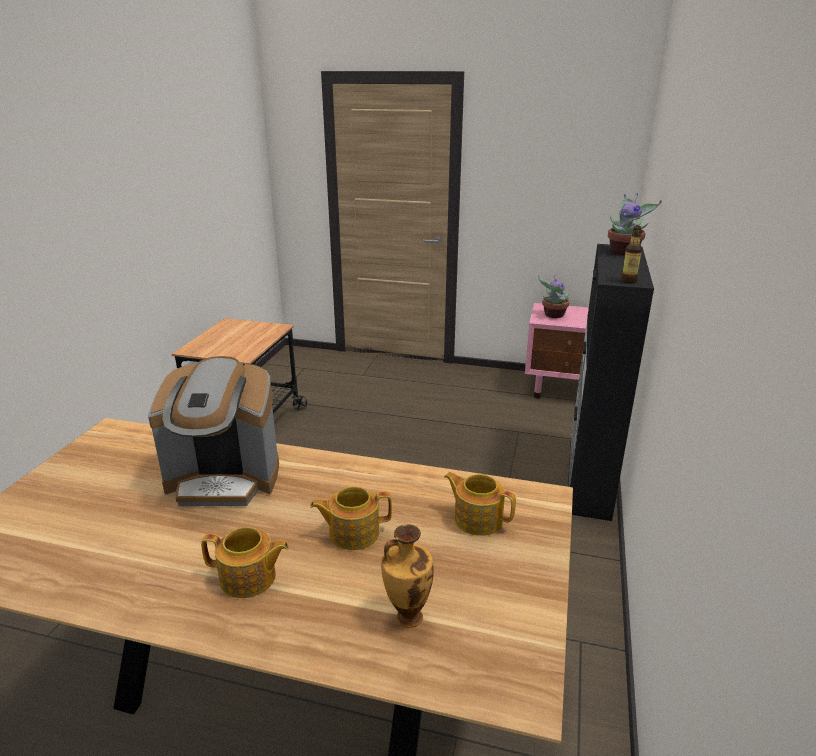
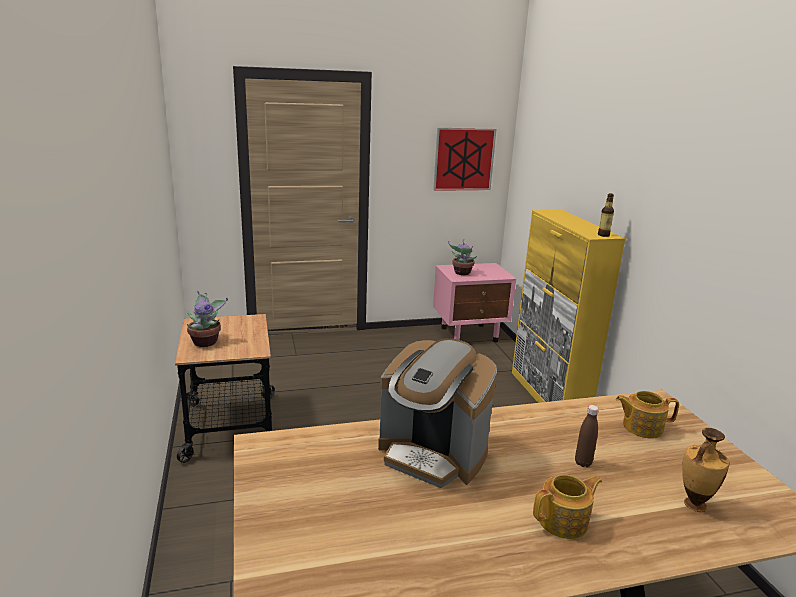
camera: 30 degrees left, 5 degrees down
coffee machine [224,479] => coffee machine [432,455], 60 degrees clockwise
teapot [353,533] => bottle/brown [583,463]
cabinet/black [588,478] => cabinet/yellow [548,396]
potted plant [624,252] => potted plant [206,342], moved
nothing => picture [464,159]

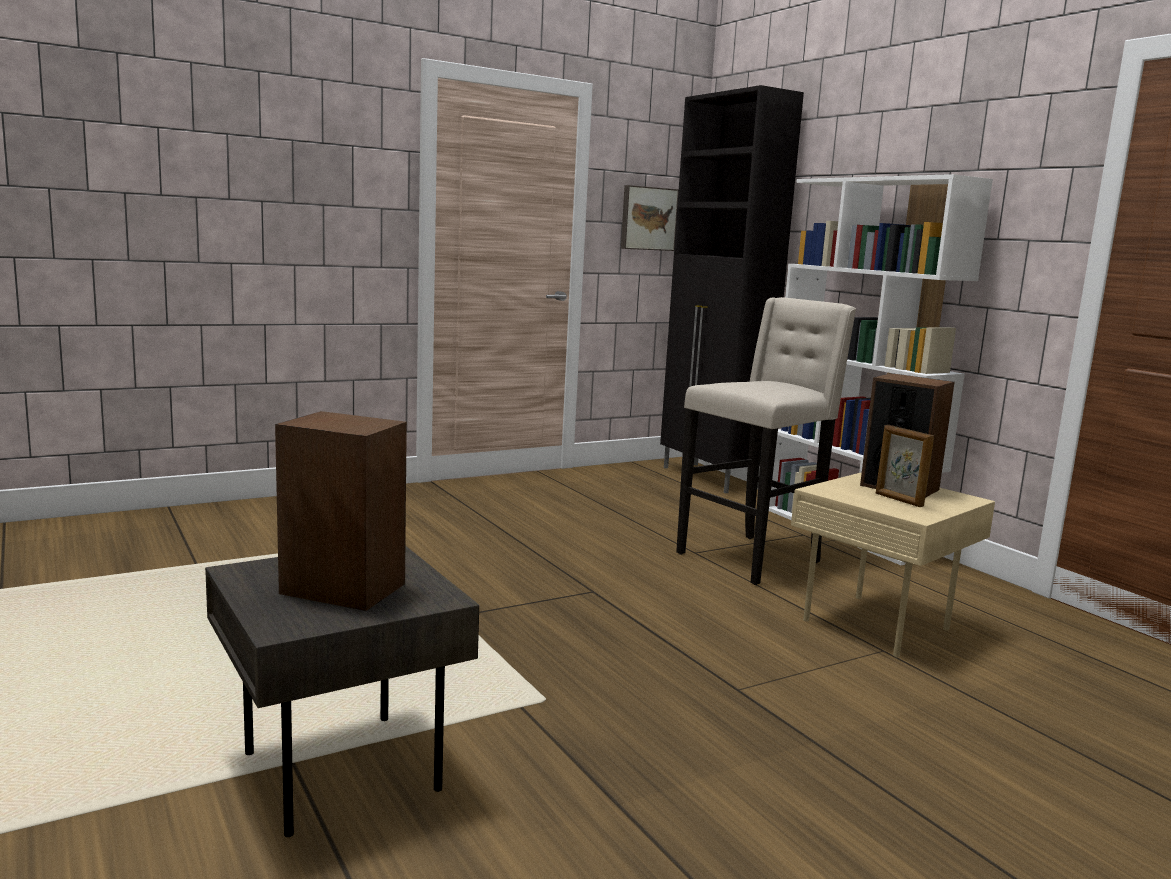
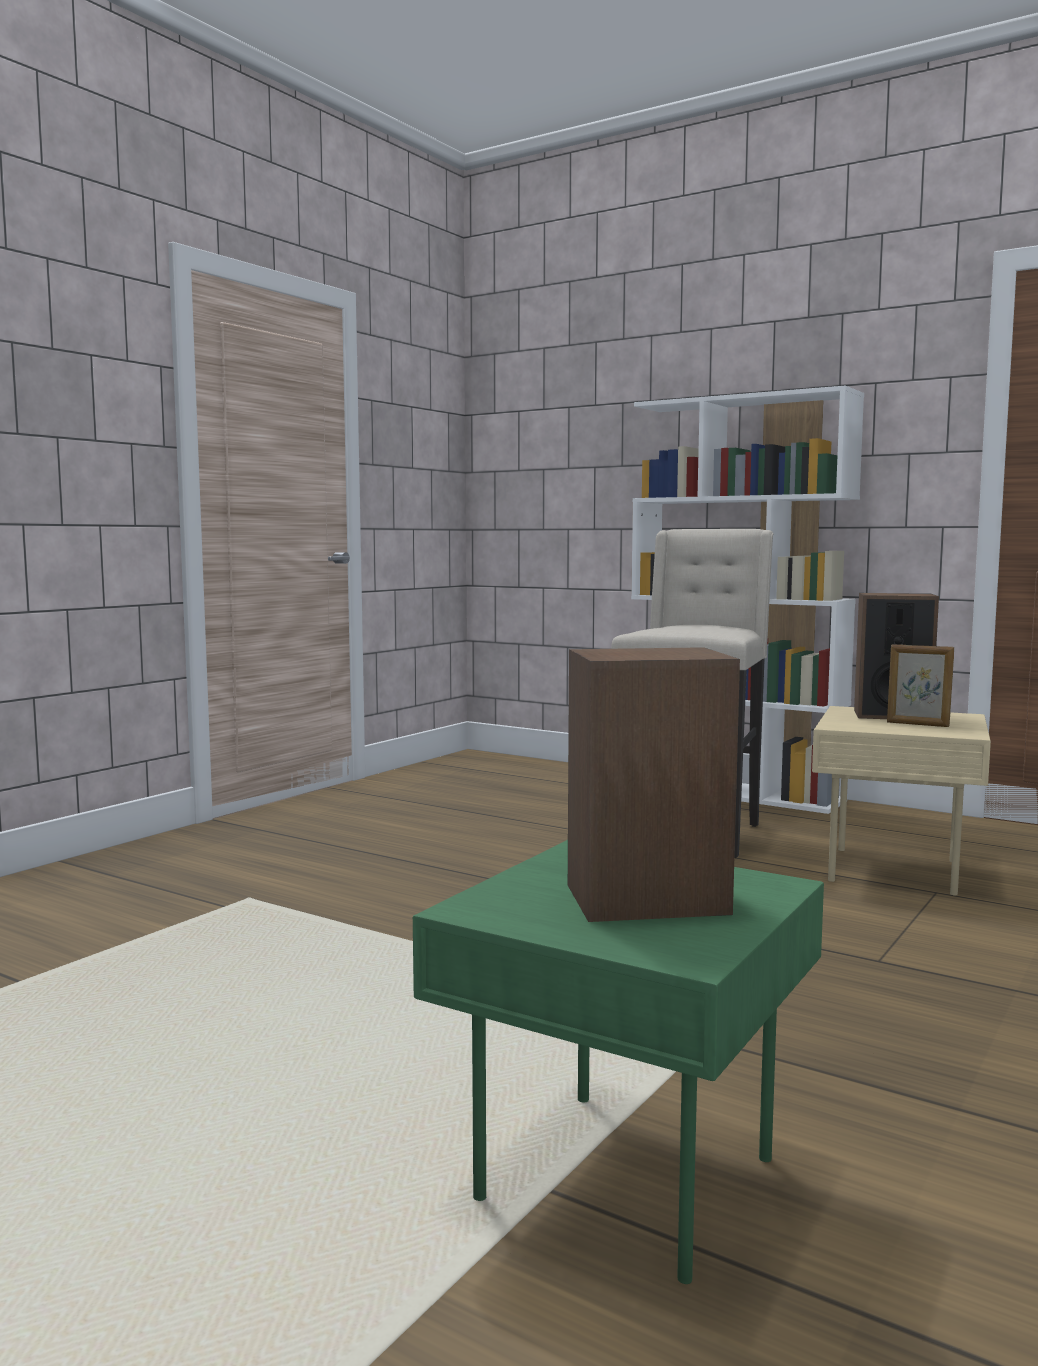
camera: 25 degrees left, 5 degrees down
side table/grey [335,770] => side table/green [616,1180]
picture [648,218] => nothing
cabinet/black [710,478] => nothing

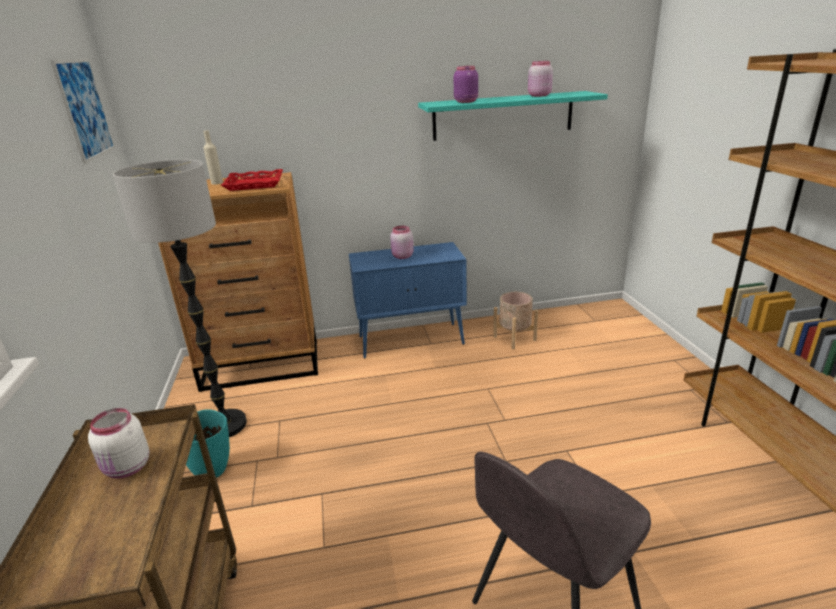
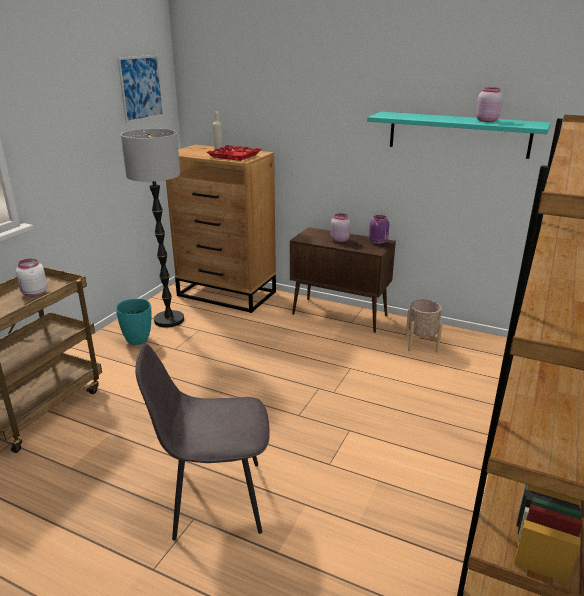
camera: 35 degrees right, 0 degrees up
cabinet/blue [412,340] => cabinet/brown [340,315]
jar/purple [466,101] => jar/purple [378,241], moved

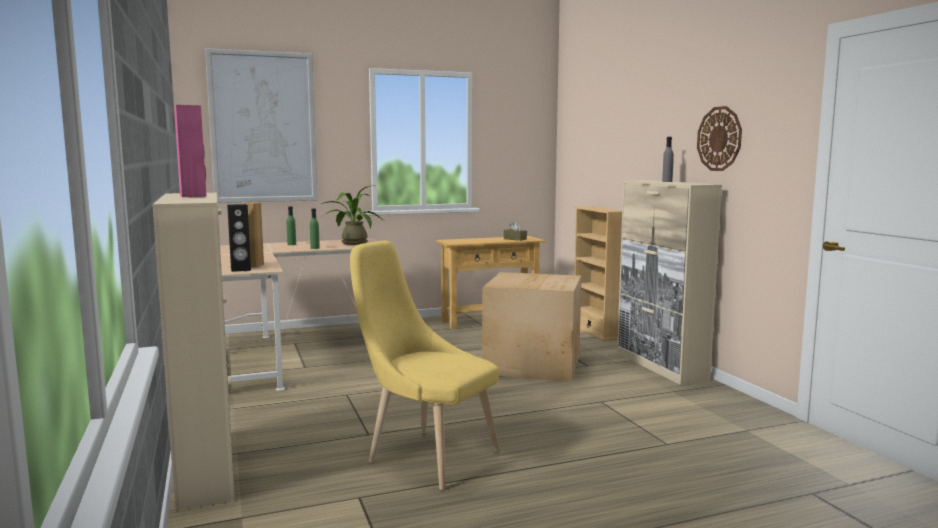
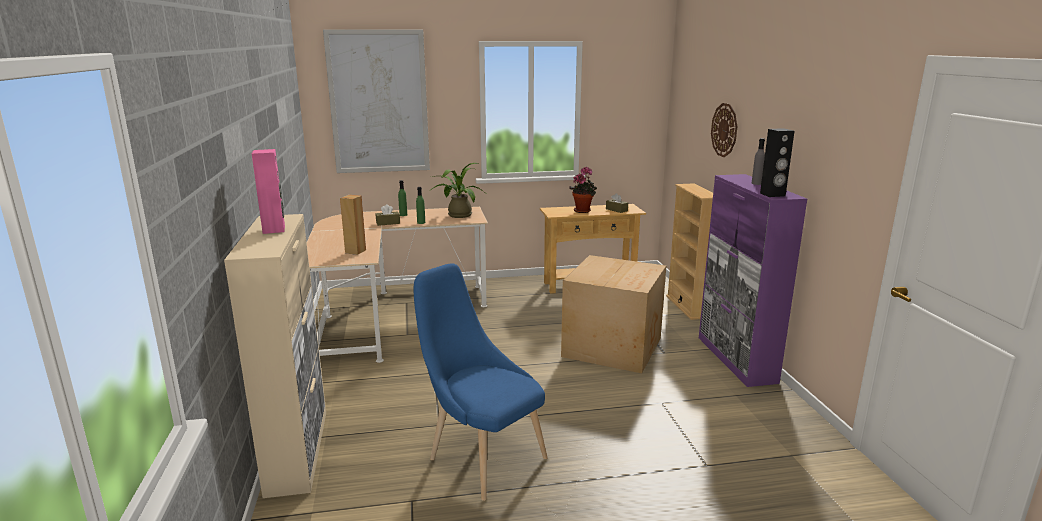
camera: 10 degrees right, 10 degrees up
speaker/black [240,269] => speaker/black [772,194], moved
chair/yellow [426,455] => chair/blue [481,456]
cabinet/beige [660,366] => cabinet/purple [736,359]
wall clock [719,139] => wall clock [724,130], moved
nothing => tissue box/brown [388,223]
nothing => potted plant [583,210]

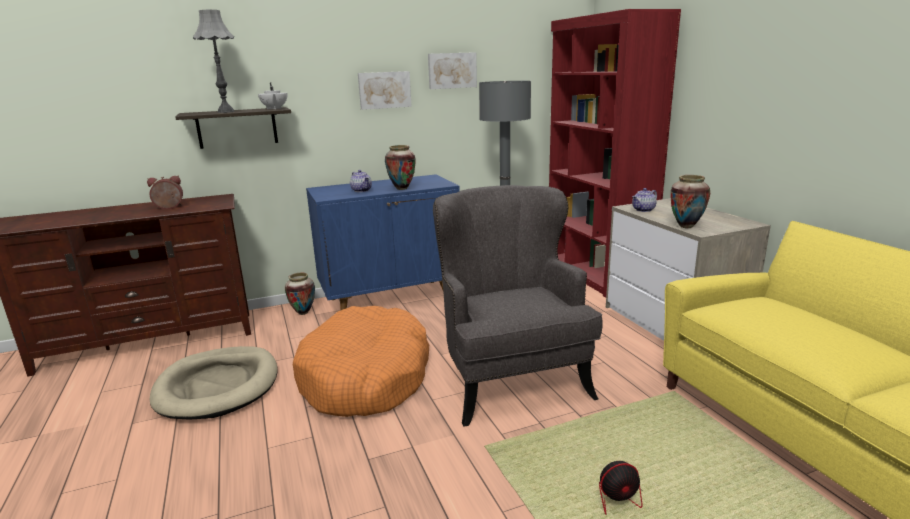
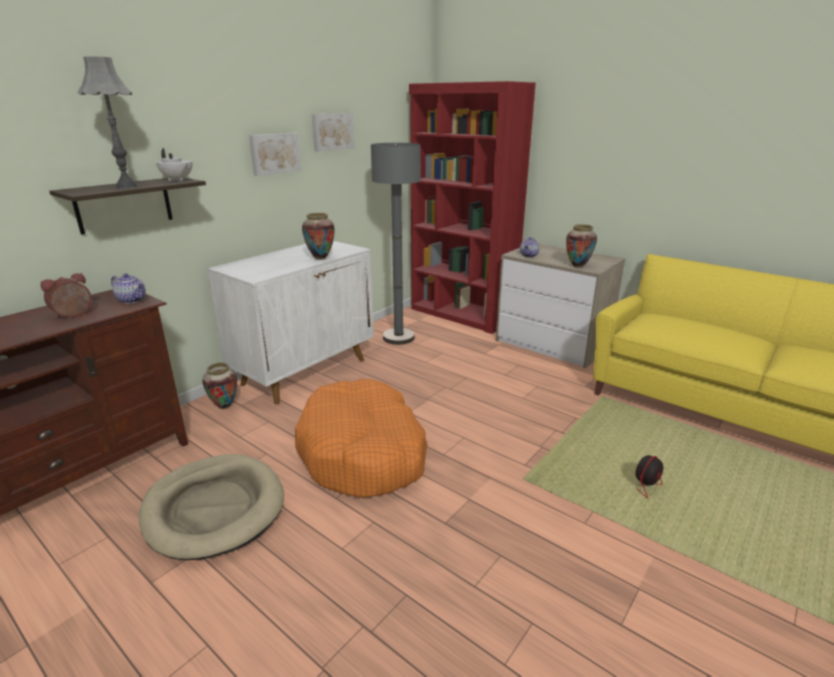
camera: 30 degrees left, 5 degrees up
cabinet/blue [391,299] => cabinet/white [306,371]
teapot [362,190] => teapot [132,300], moved
armchair/grey [510,380] => nothing

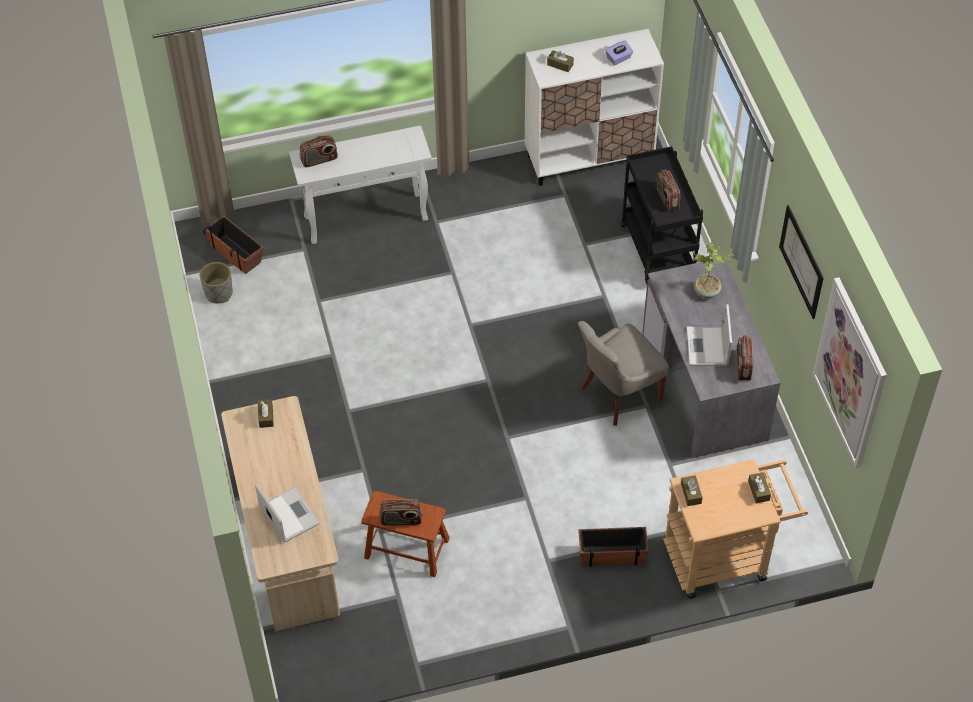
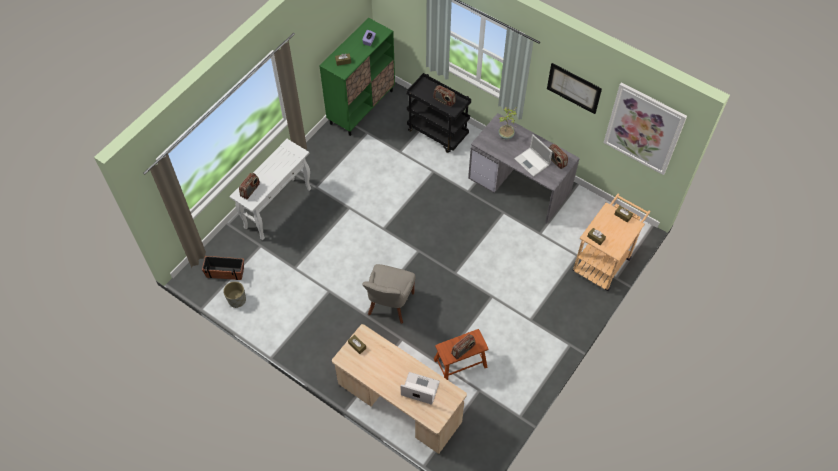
camera: 40 degrees left, 5 degrees up
cabinet/white [589,159] => cabinet/green [361,107]
chair/grey [618,394] => chair/grey [389,304], moved
planter [612,554] => nothing

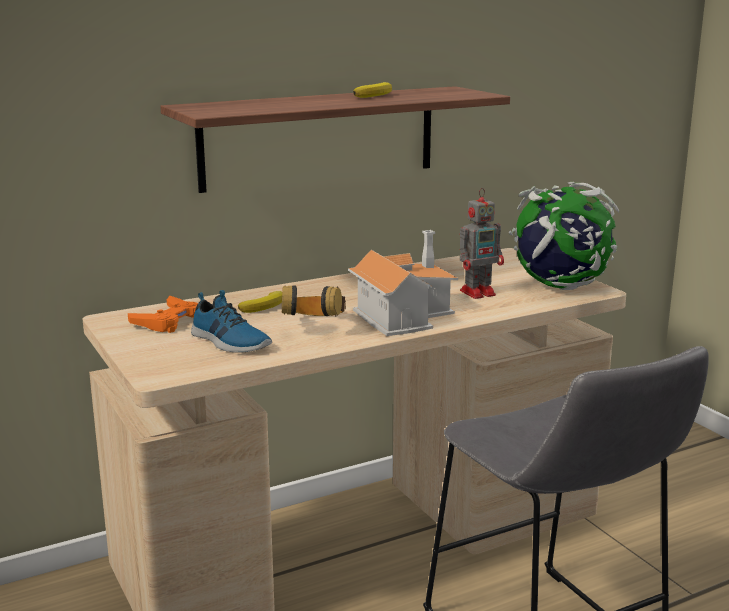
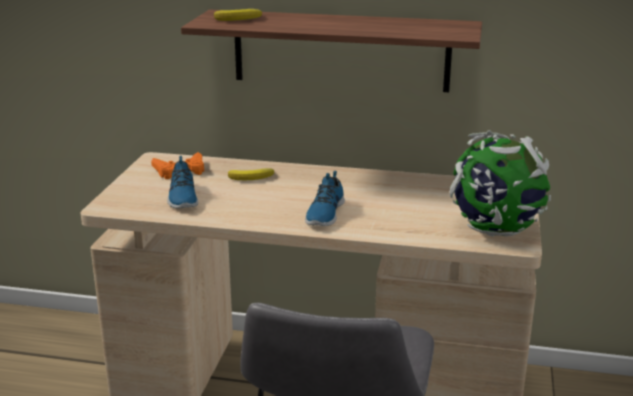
camera: 40 degrees right, 5 degrees up
headphones [314,326] => nothing
toy house [403,314] => shoe [324,213]
banana [375,95] => banana [240,19], moved
toy robot [479,292] => nothing

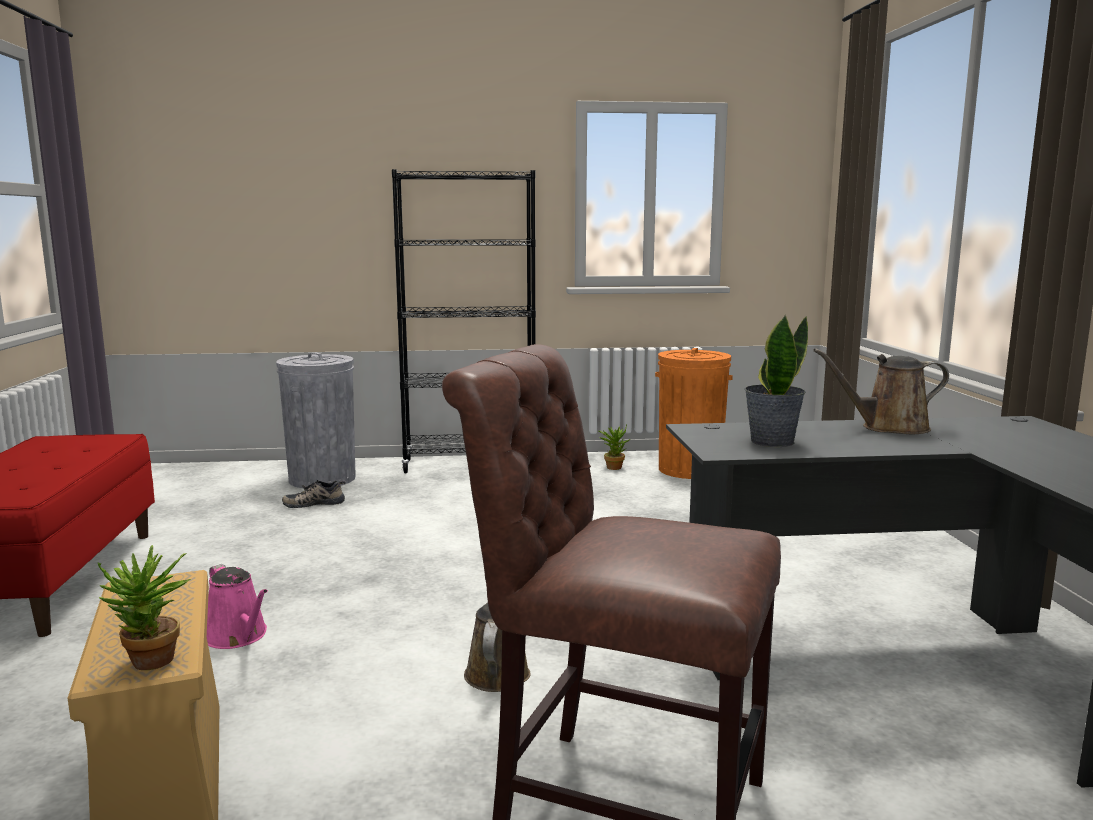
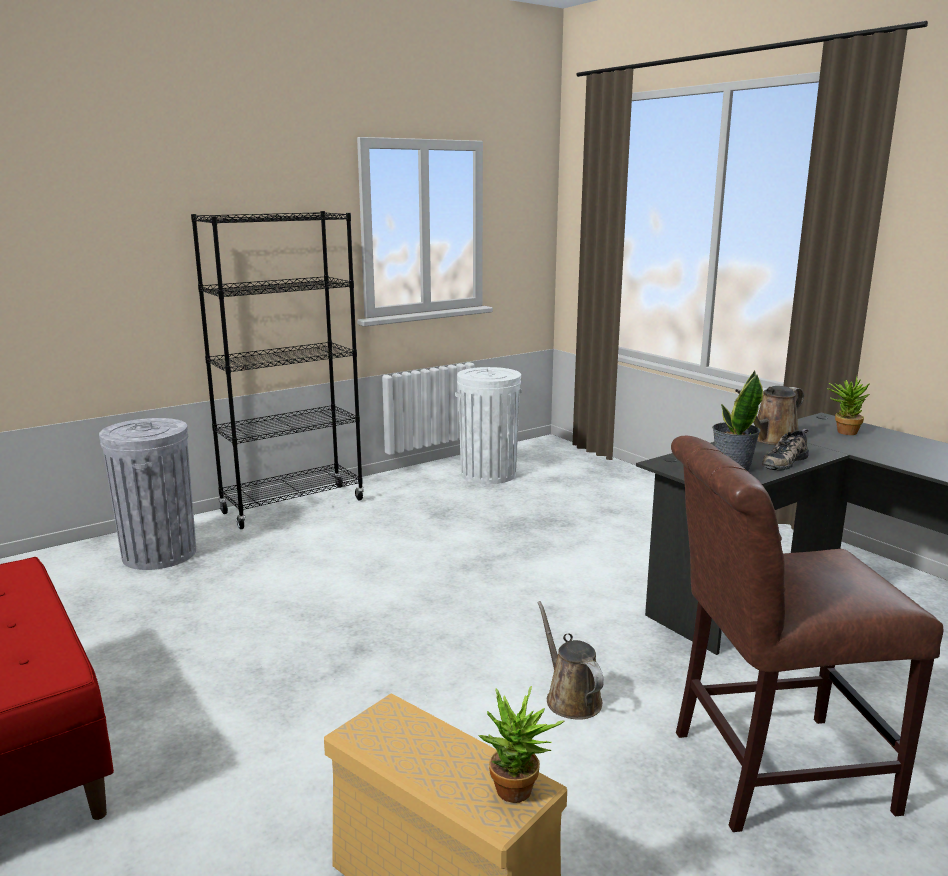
camera: 30 degrees left, 5 degrees up
watering can/pink [239,636] => nothing
shoe [314,503] => shoe [783,461], moved
potted plant [613,467] => potted plant [843,431], moved
trash can/orange [690,469] => trash can/white [488,474]

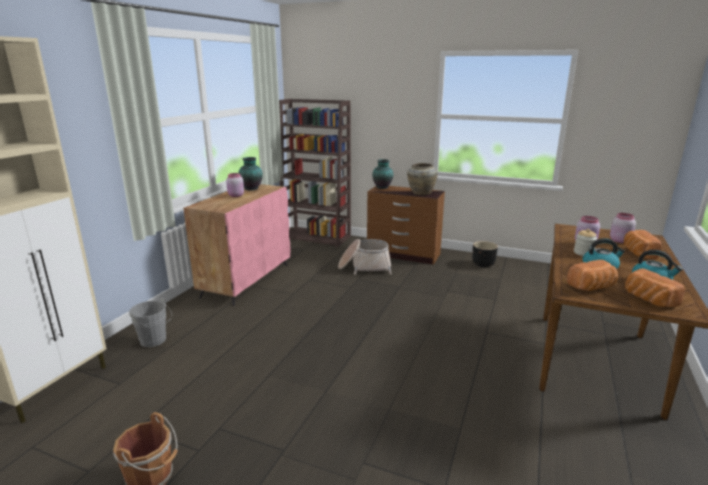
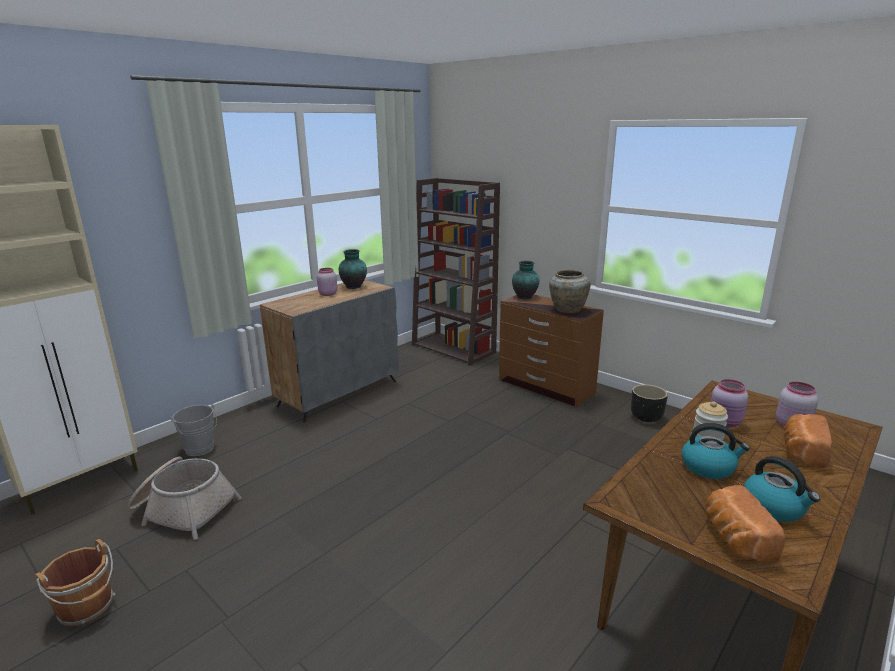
camera: 20 degrees right, 0 degrees up
cabinet/pink [246,280] => cabinet/grey [339,393]
basket [364,267] => basket [183,509], moved
bread [592,287] => nothing

